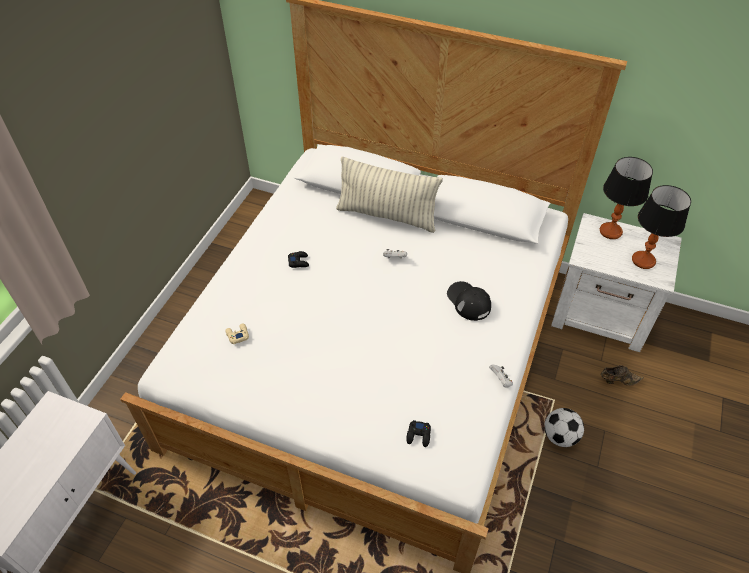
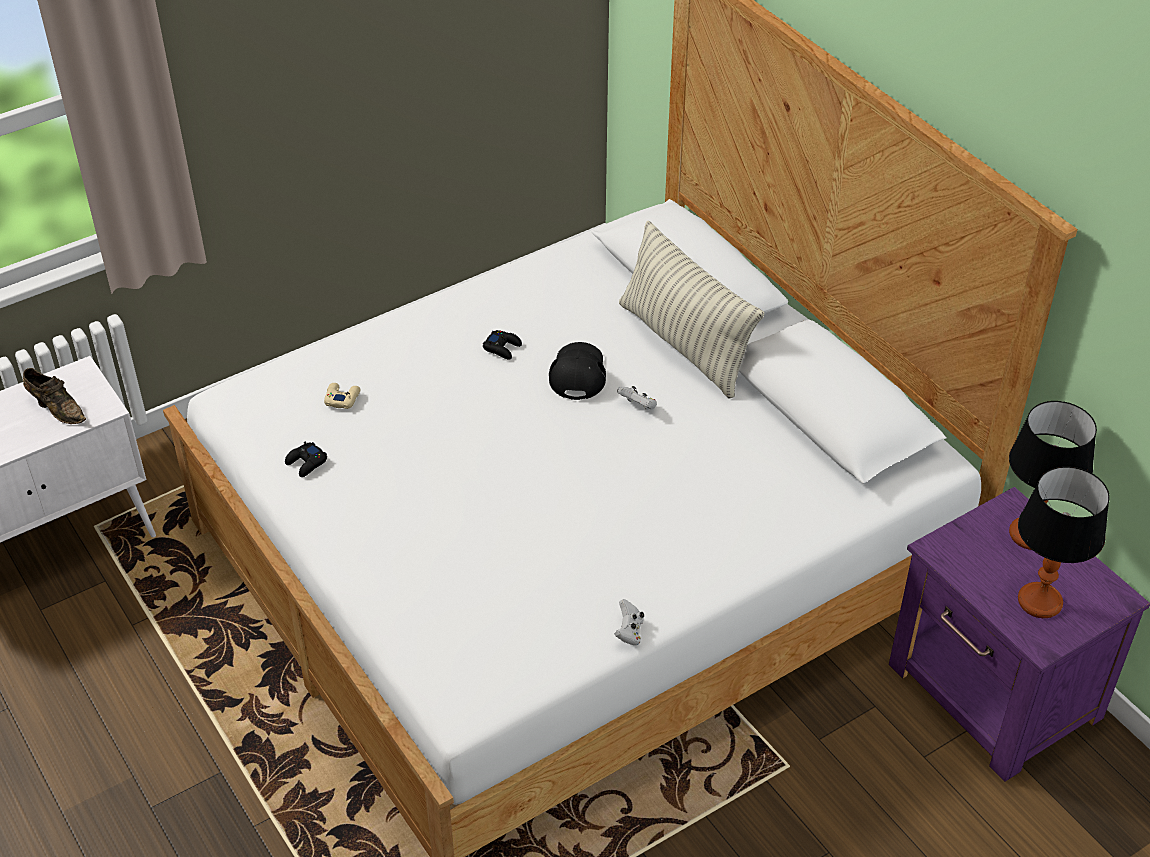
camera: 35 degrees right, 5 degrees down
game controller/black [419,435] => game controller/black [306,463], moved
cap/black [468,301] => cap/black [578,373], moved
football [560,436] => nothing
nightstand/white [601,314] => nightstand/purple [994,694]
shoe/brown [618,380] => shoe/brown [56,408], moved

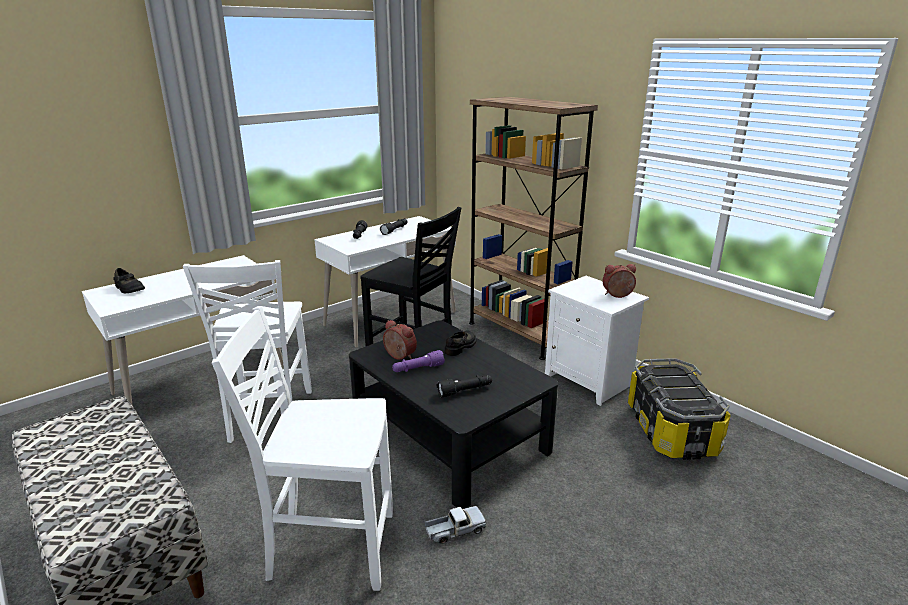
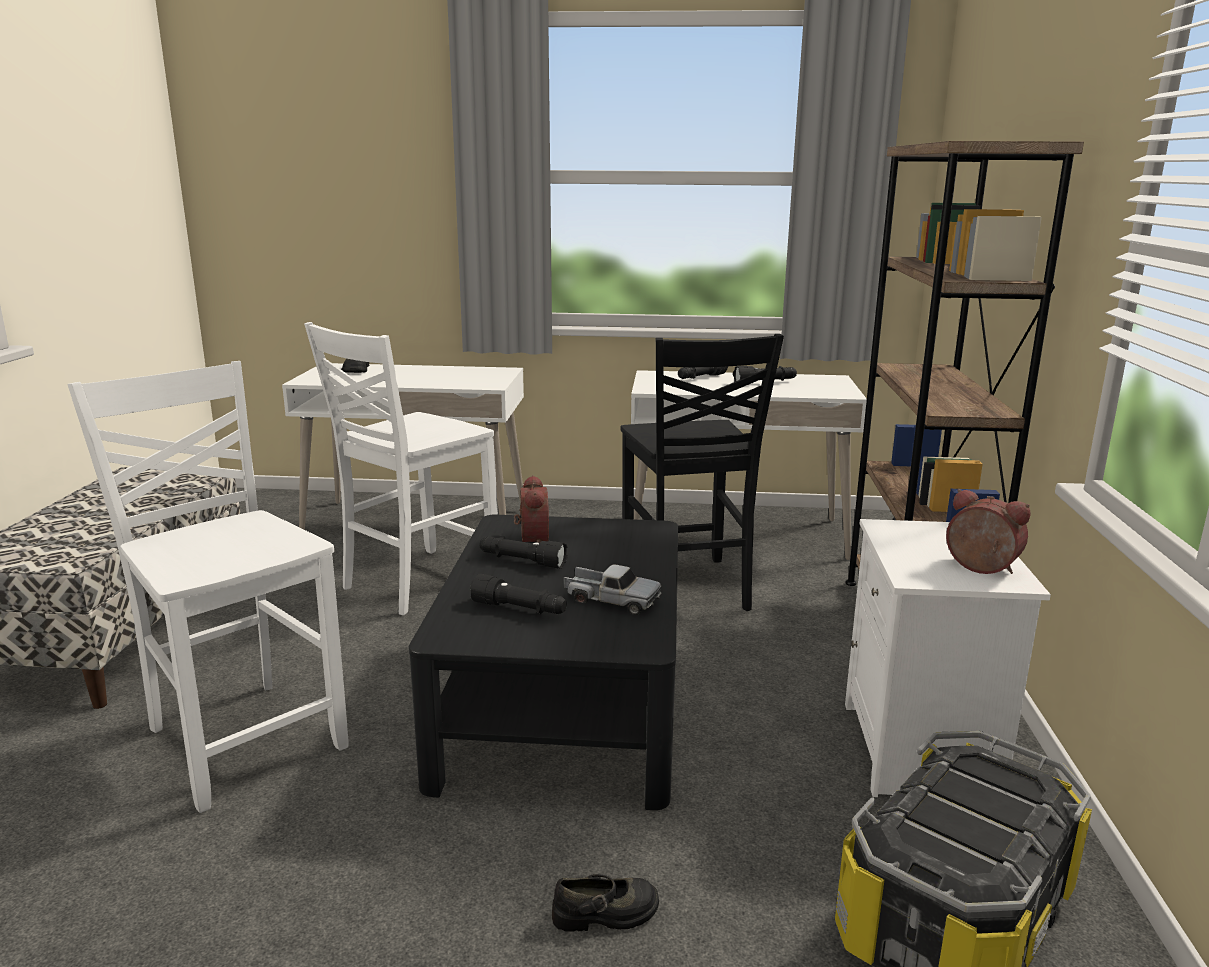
camera: 45 degrees right, 5 degrees down
flashlight/purple [418,369] => flashlight/black [522,561]
toy truck [455,530] => toy truck [611,600], moved
shoe/black [461,347] => shoe/black [606,914], moved

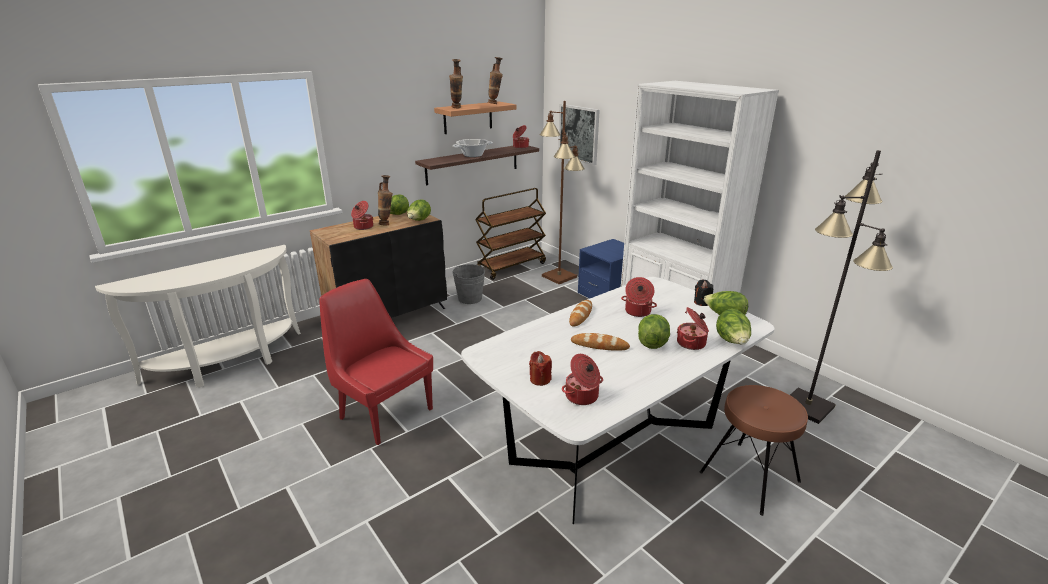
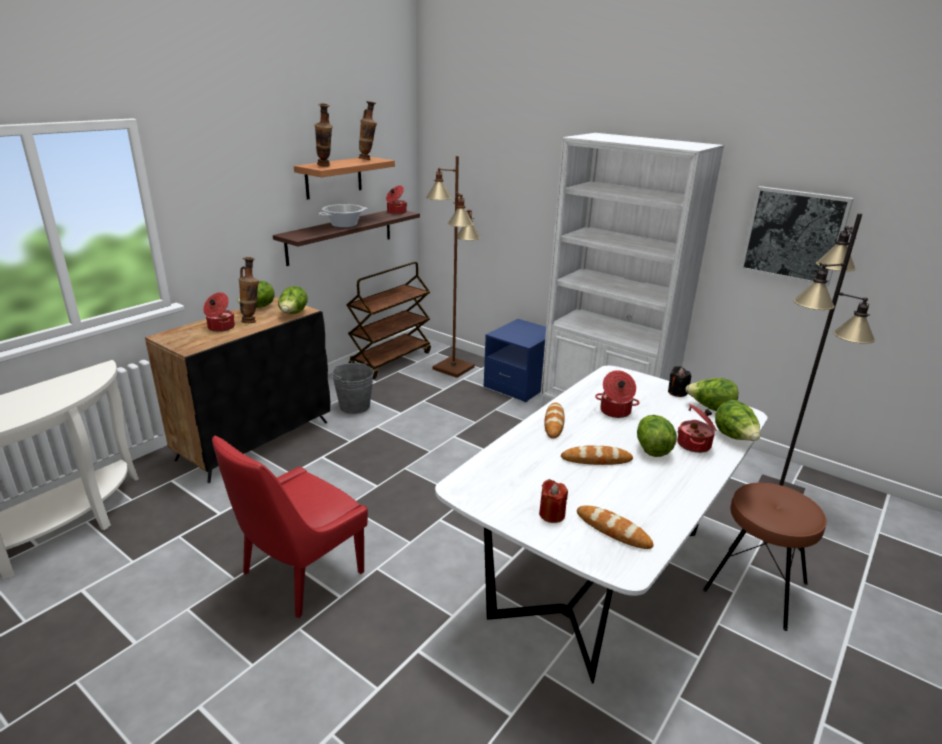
camera: 15 degrees left, 0 degrees up
chair/red [384,412] => chair/red [299,575], 75 degrees counterclockwise
picture [579,133] => picture [793,235], moved
cooking pot [582,397] => bread [613,530]

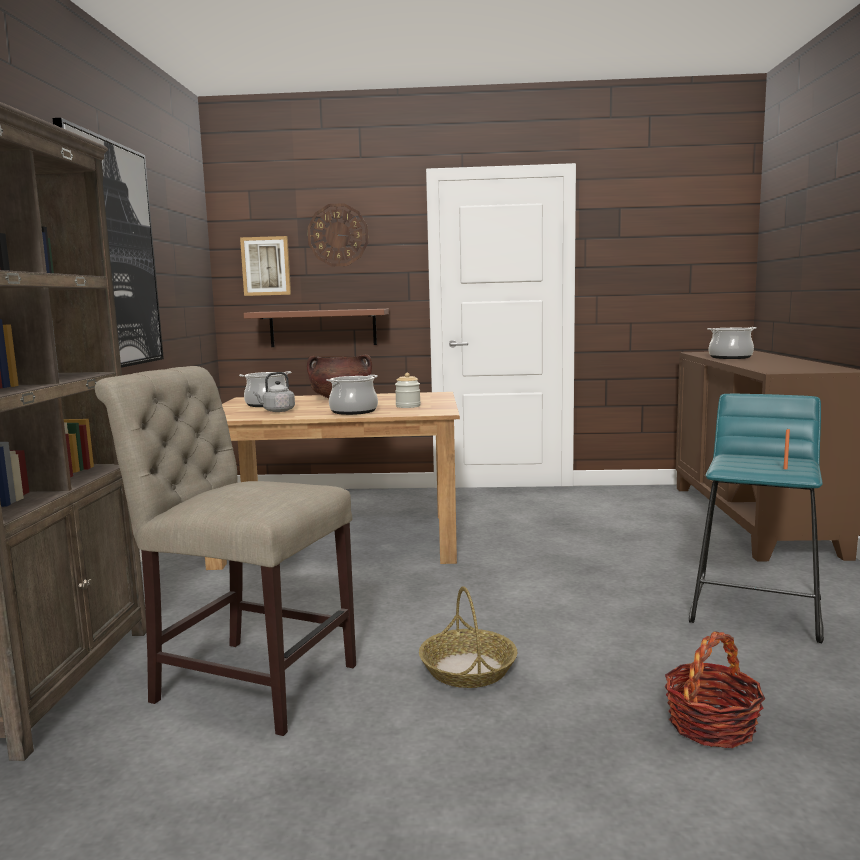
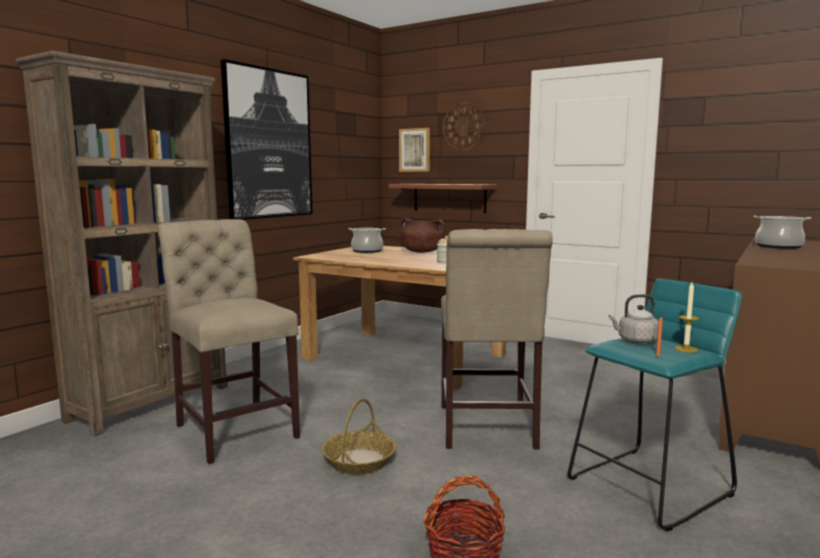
camera: 30 degrees right, 0 degrees up
kettle/grey [277,411] => kettle/grey [635,341], moved
cooking pot [353,411] => nothing
nothing => chair/beige [486,429]
nothing => candle [686,349]

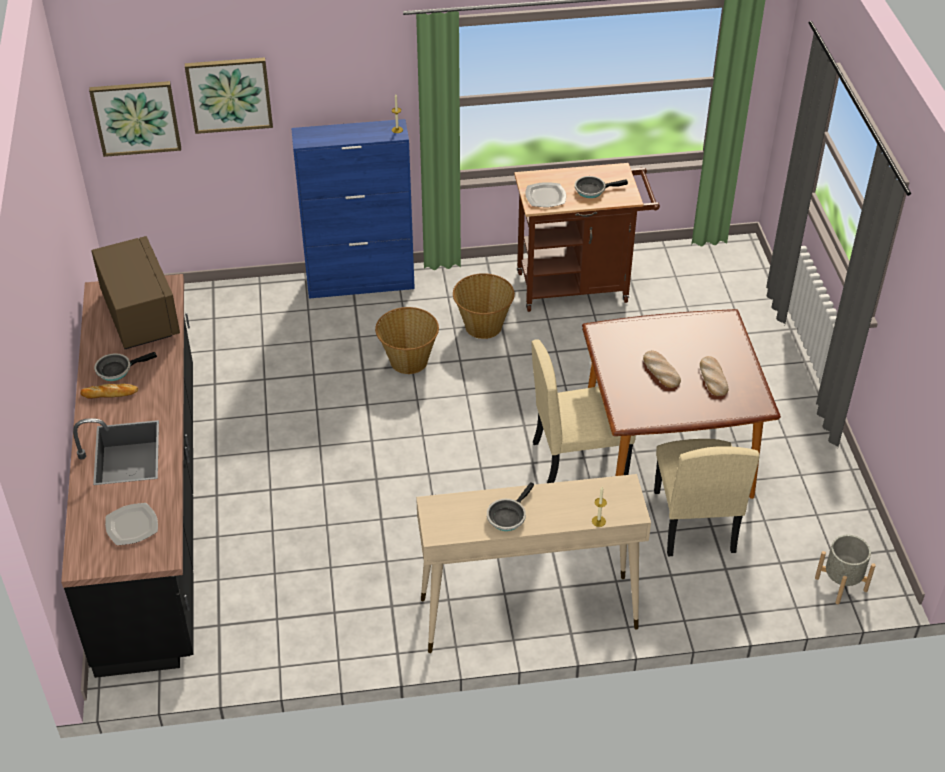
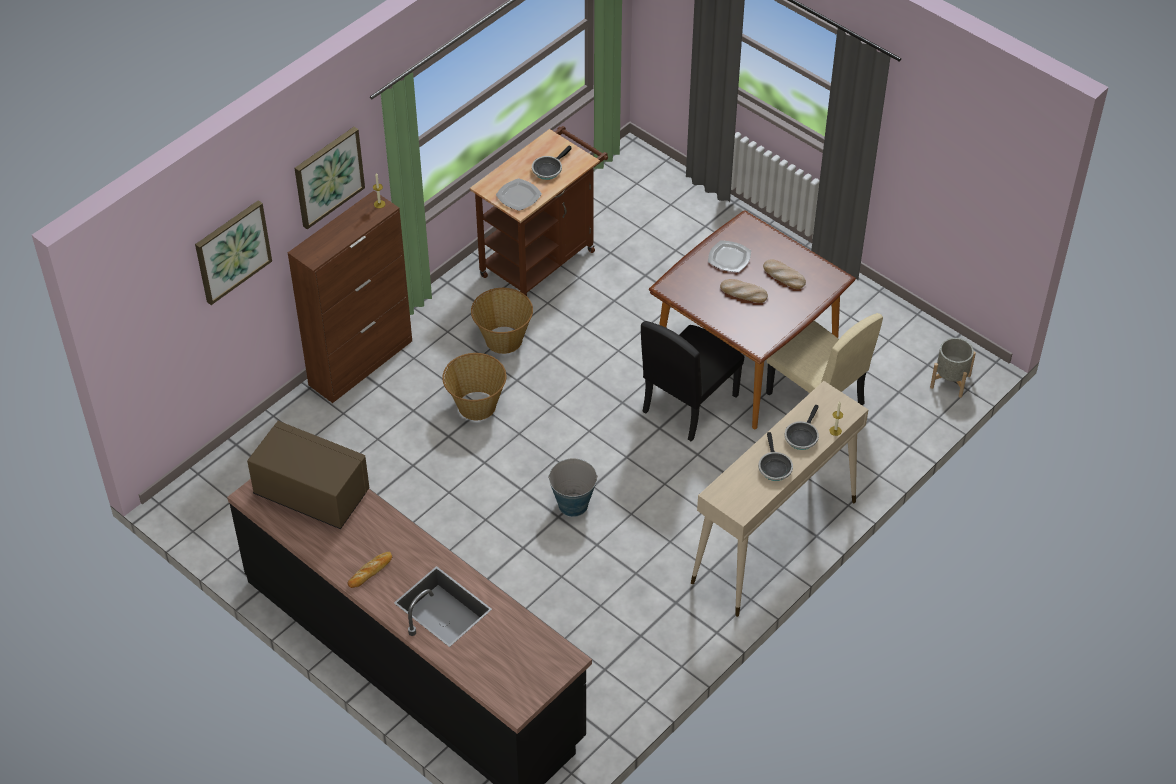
camera: 40 degrees left, 5 degrees up
picture [136,117] => picture [328,176], moved
frying pan [117,370] => frying pan [802,436], moved
plate [131,526] => plate [729,258], moved
cabinet/blue [361,283] => cabinet/brown [361,362]
chair/beige [579,459] => chair/black [689,403]
nothing => bucket [572,504]

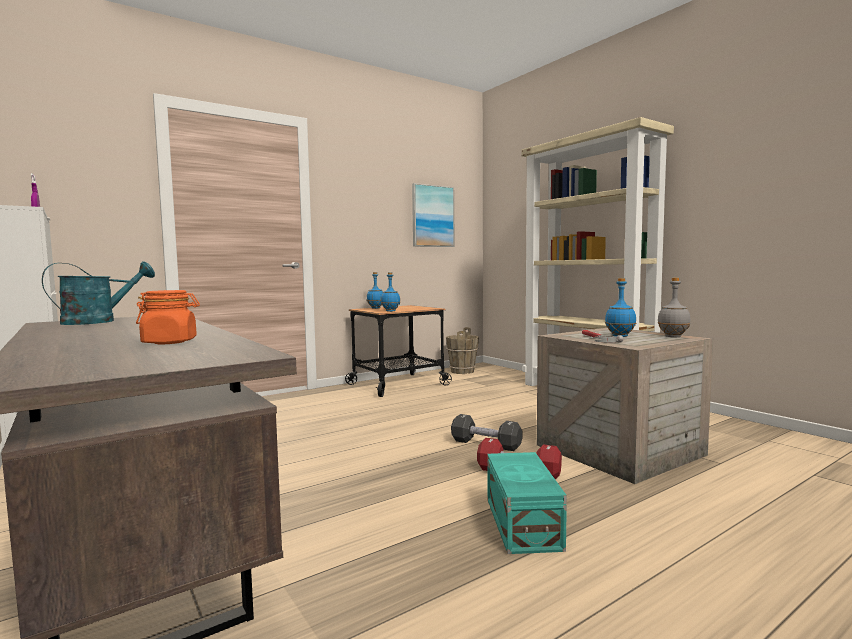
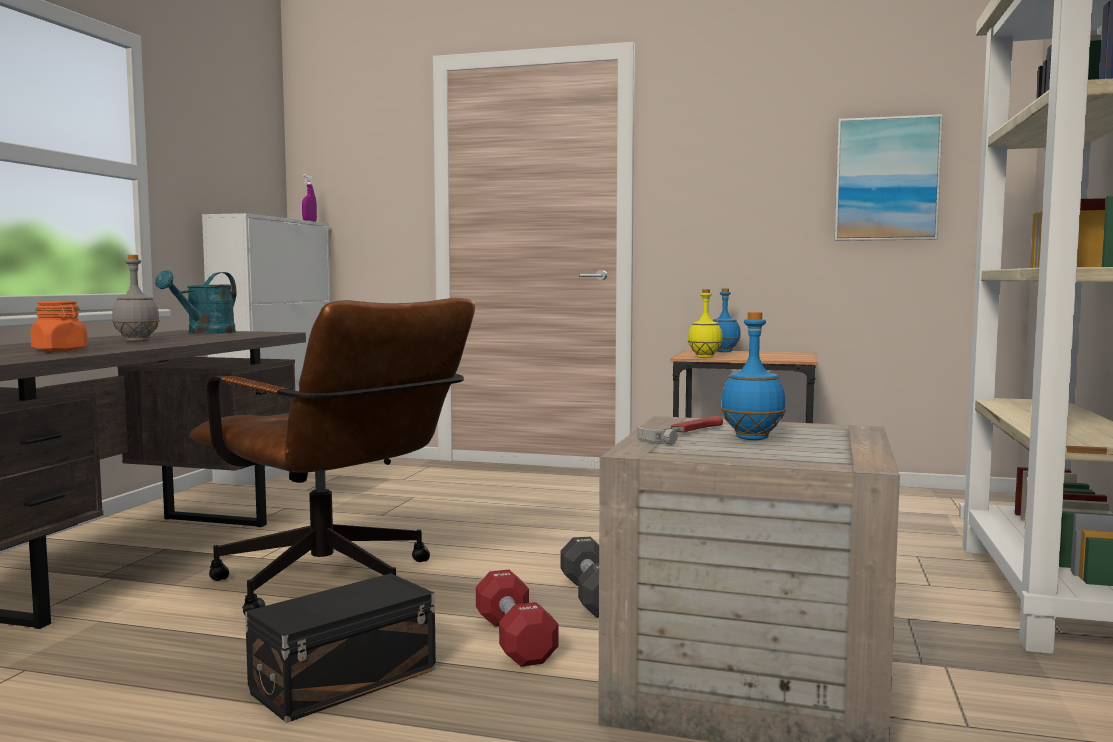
camera: 50 degrees right, 0 degrees up
watering can/turquoise [99,321] => watering can/turquoise [205,333], 105 degrees clockwise
bottle/blue [391,311] => bottle/yellow [705,357]
bucket/brown [462,371] => nothing
storage box/turquoise [521,524] => storage box/black [341,680]
bottle/grey [673,336] => bottle/grey [137,341], moved
nothing => office chair/brown [337,586]

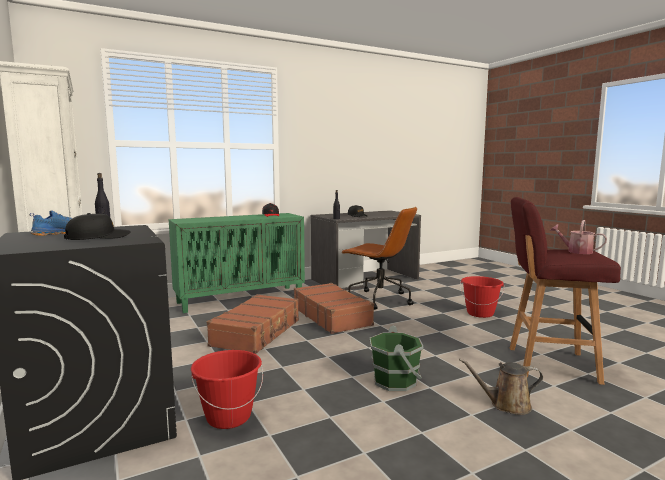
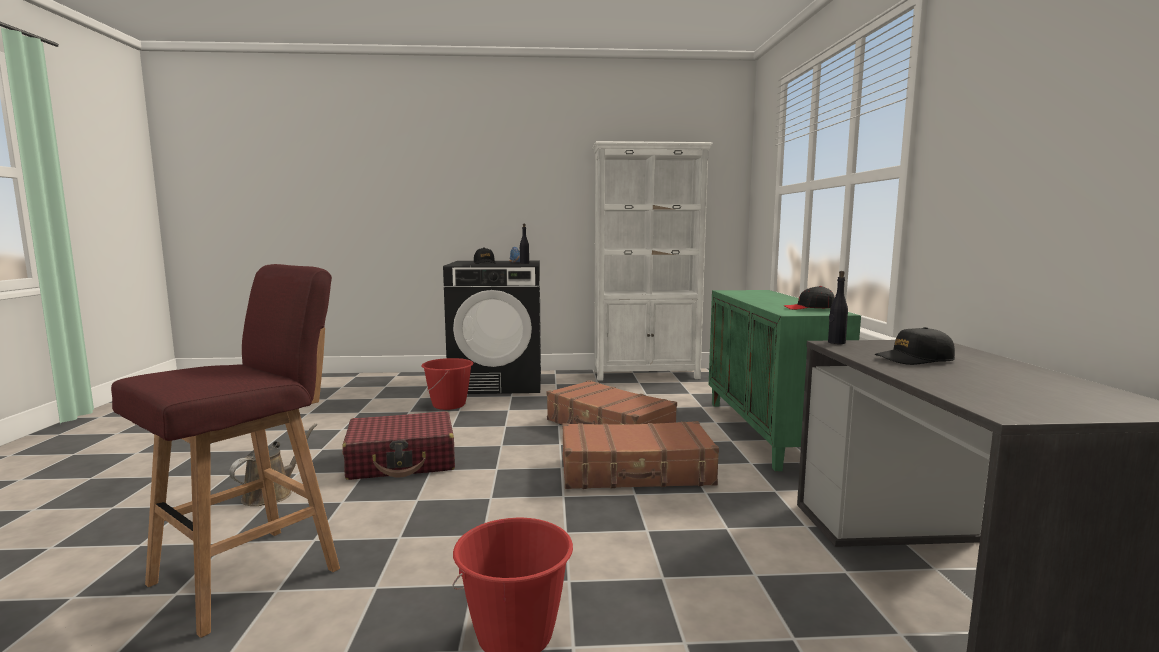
camera: 115 degrees right, 0 degrees up
office chair/brown [379,300] => nothing
bucket/green [395,381] => suitcase/red [402,461]
watering can [576,251] => nothing

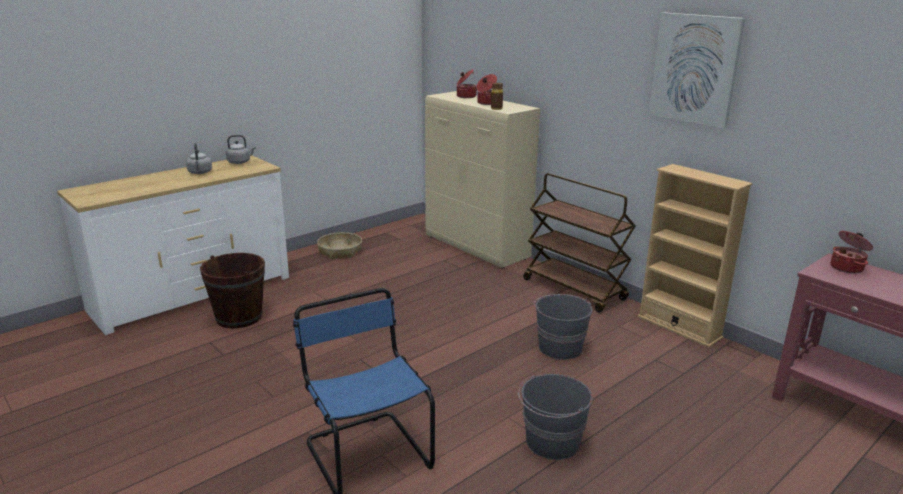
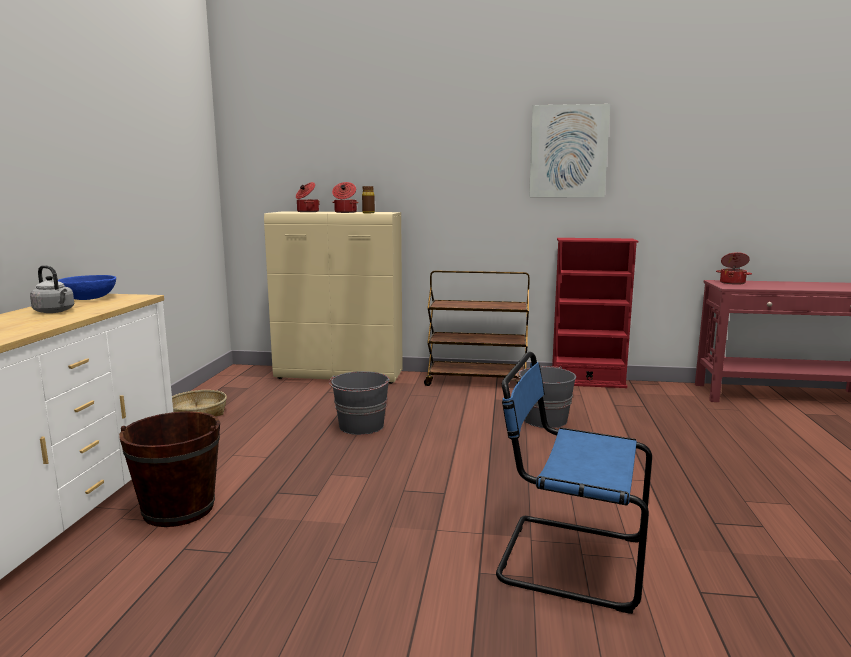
camera: 40 degrees left, 10 degrees down
kettle/grey [240,162] => bowl/blue [89,298]
bucket/grey [552,442] => bucket/grey [361,426], moved
bookcase/beige [679,327] => bookcase/red [587,382]

